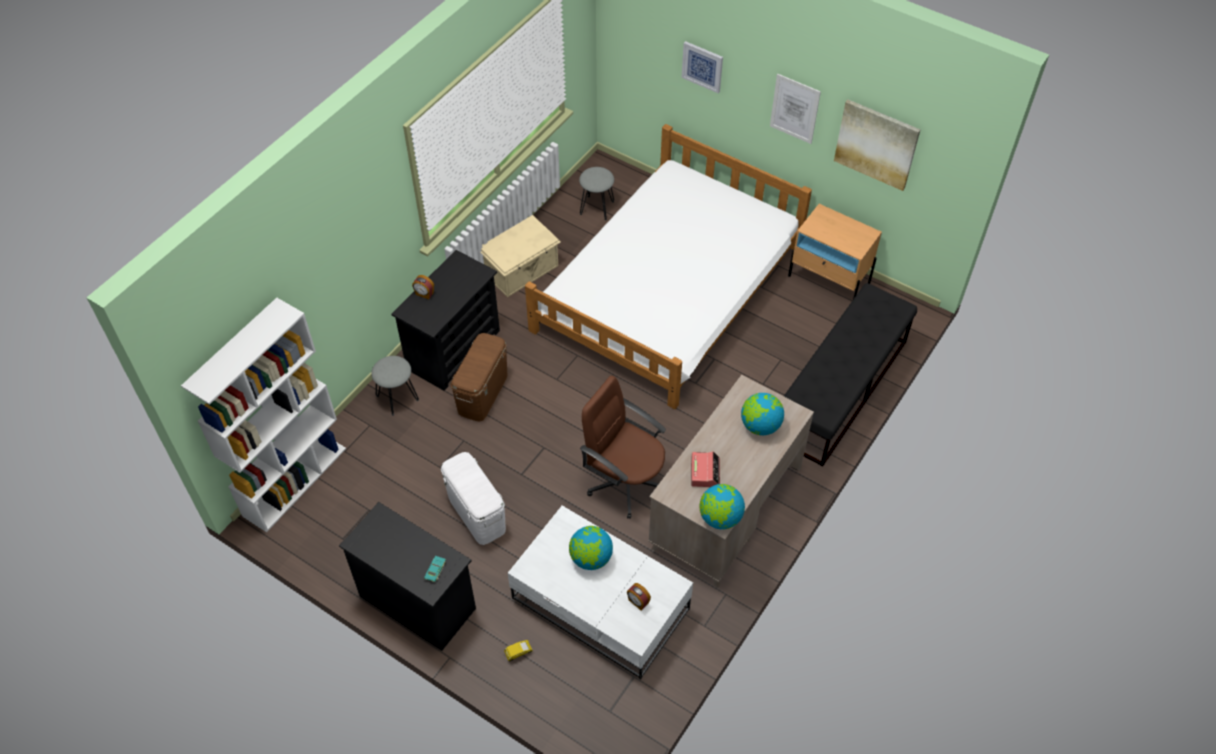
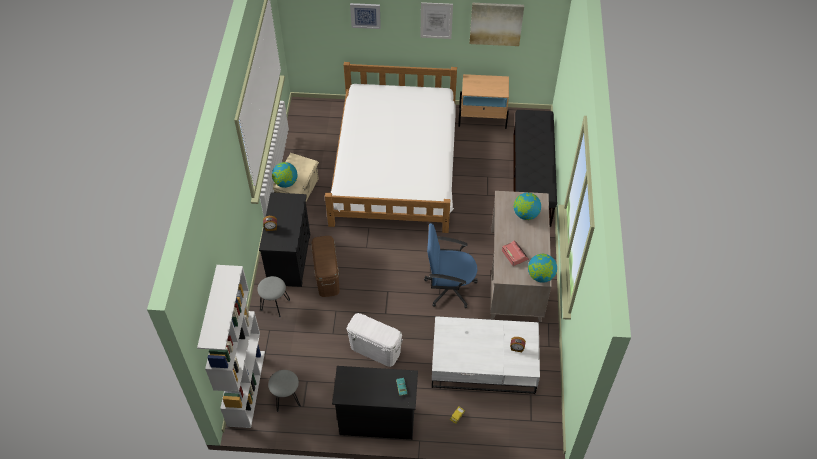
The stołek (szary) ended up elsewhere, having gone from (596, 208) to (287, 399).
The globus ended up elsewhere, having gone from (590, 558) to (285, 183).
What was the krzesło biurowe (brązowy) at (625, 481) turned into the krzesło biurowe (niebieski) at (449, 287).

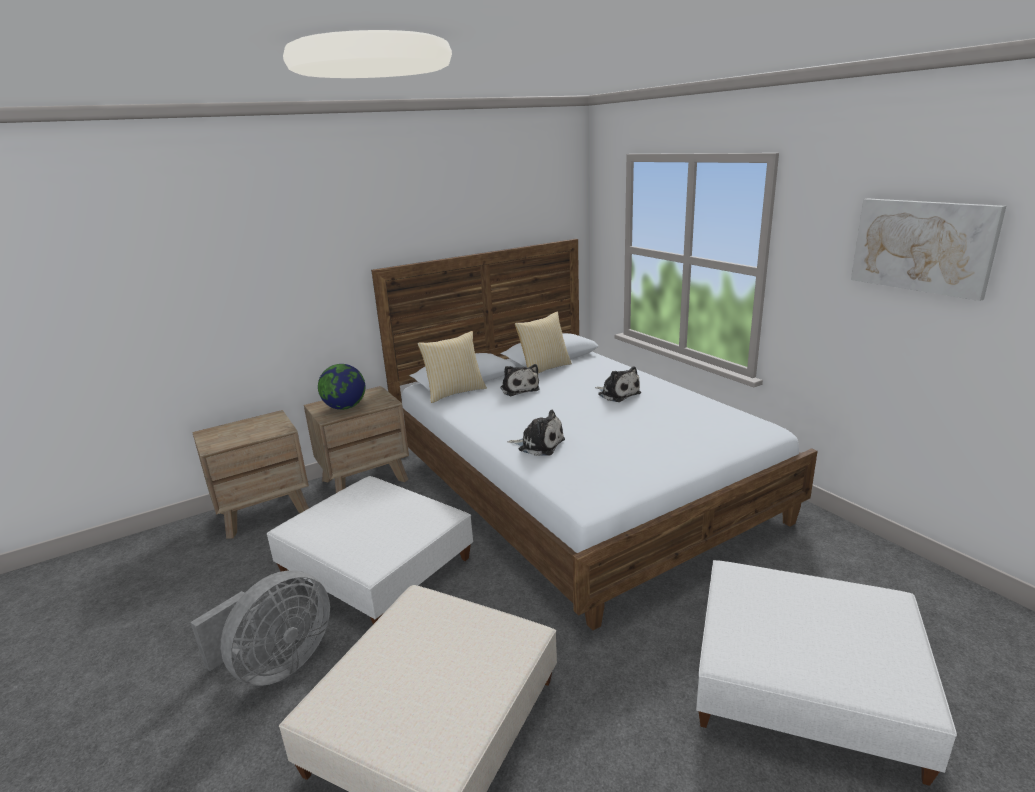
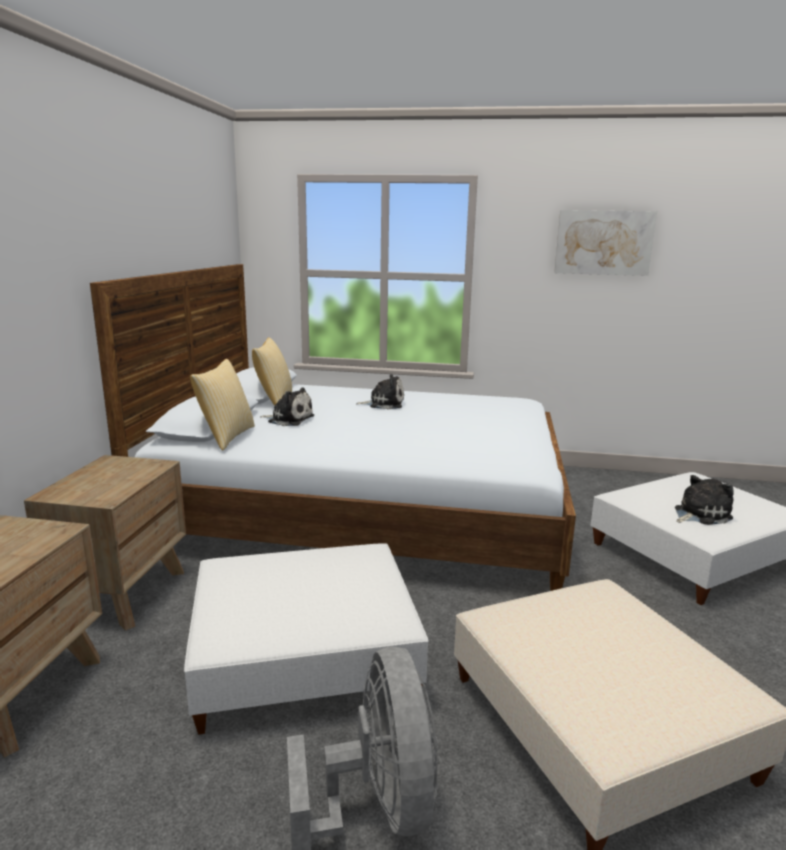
The pluszak ended up elsewhere, having gone from (539, 445) to (699, 514).
The second view lost the globus at (345, 407).

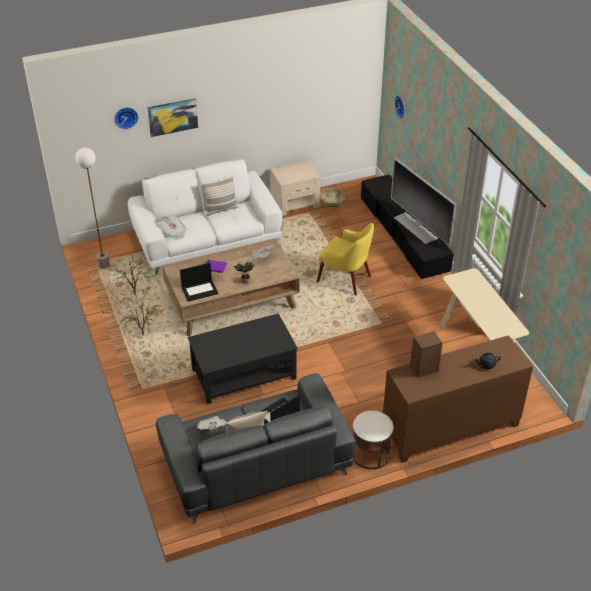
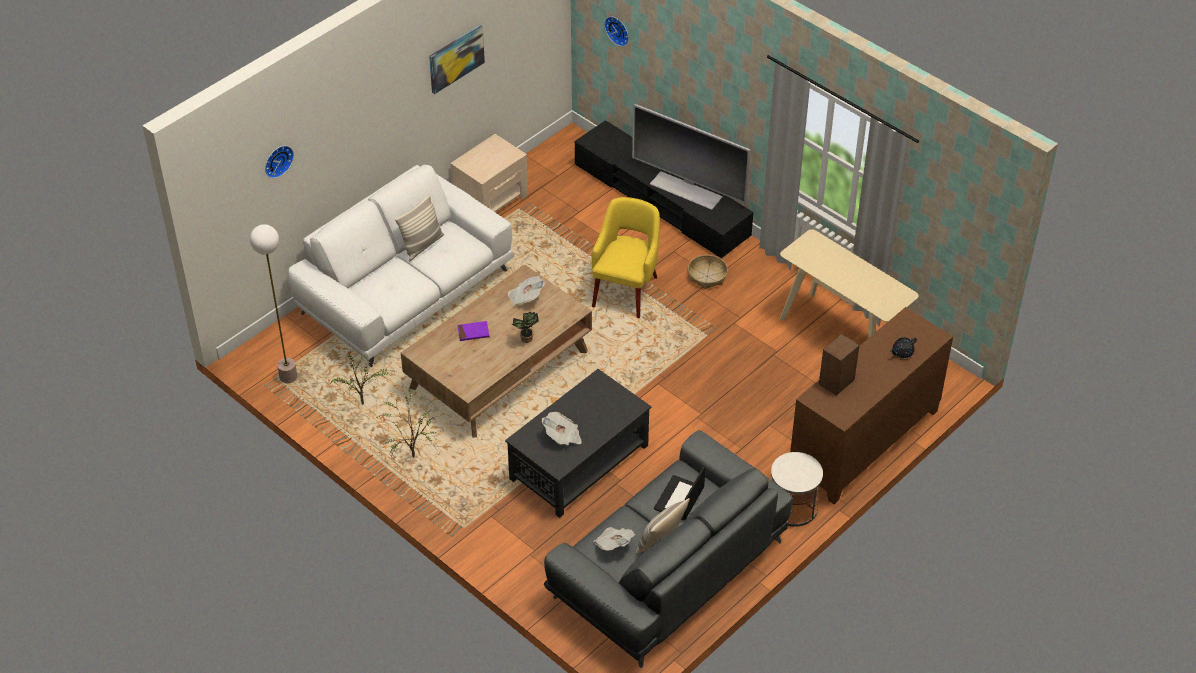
The obraz ended up elsewhere, having gone from (172, 117) to (456, 58).
The gazeta ended up elsewhere, having gone from (174, 232) to (562, 436).
The fotel (żółty) at (345, 279) ended up facing another way, 75 degrees counterclockwise from before.
The koszyk ended up elsewhere, having gone from (332, 201) to (707, 276).
The second view lost the laptop at (200, 290).

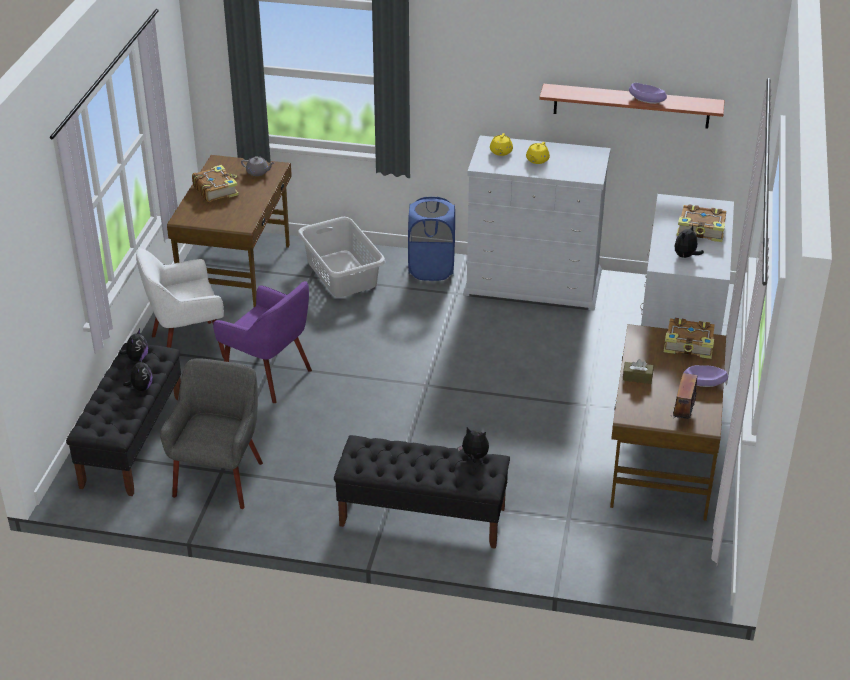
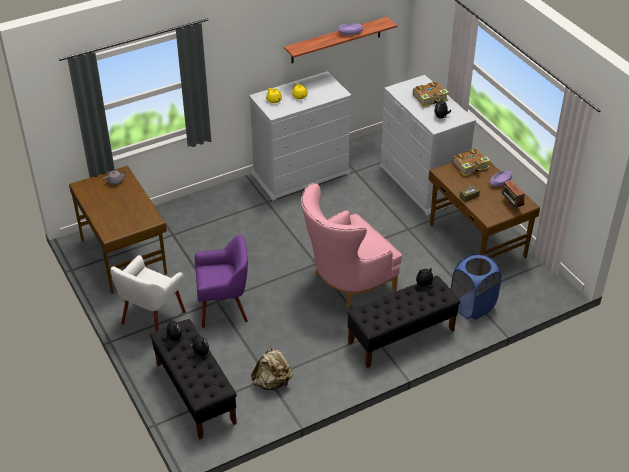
Where the fotel (szary) stood at (220, 478), the plecak (beżowy) came to stand at (272, 382).
The second view gained the fotel (różowy) at (345, 282).
The kosz na pranie (niebieski) ended up elsewhere, having gone from (431, 269) to (472, 306).
The second view lost the książka at (216, 190).
The second view lost the kosz na pranie (szary) at (342, 273).

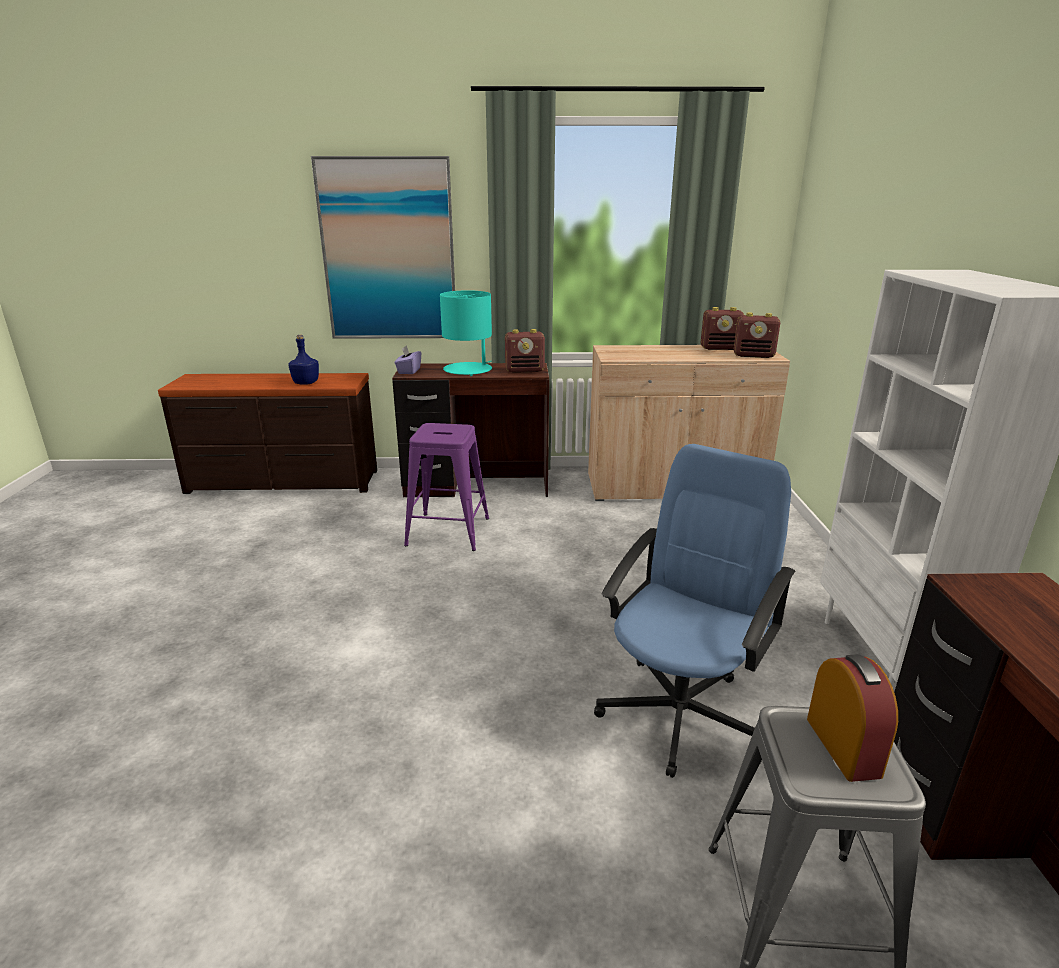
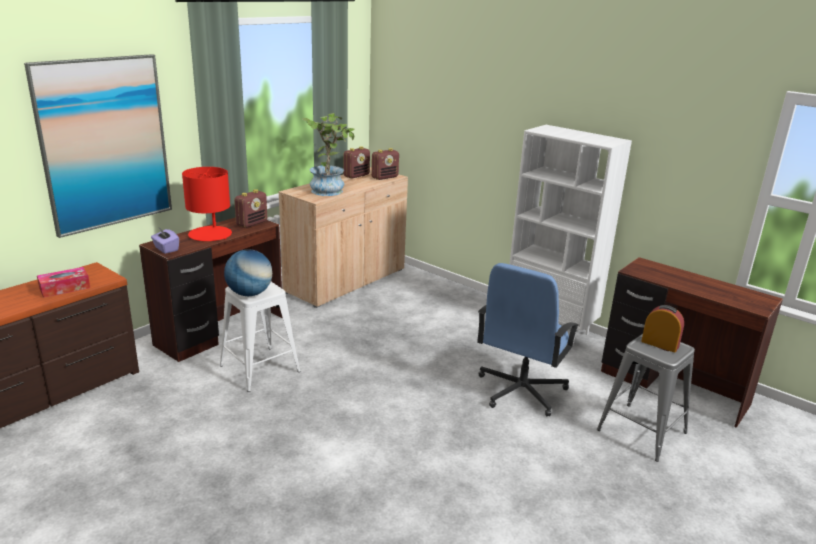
Where the butelka (niebieski) stood at (306, 383), the pudełko chusteczek came to stand at (65, 288).
What was the lampa stołowa (turkusowy) at (468, 370) turned into the lampa stołowa (czerwony) at (210, 234).
What was the stołek (fioletowy) at (448, 531) turned into the stołek (biały) at (260, 368).
The second view gained the globus at (249, 294).
The second view gained the roślina doniczkowa at (330, 189).
The krzesło biurowe (niebieski) at (680, 712) ended up facing another way, 135 degrees counterclockwise from before.

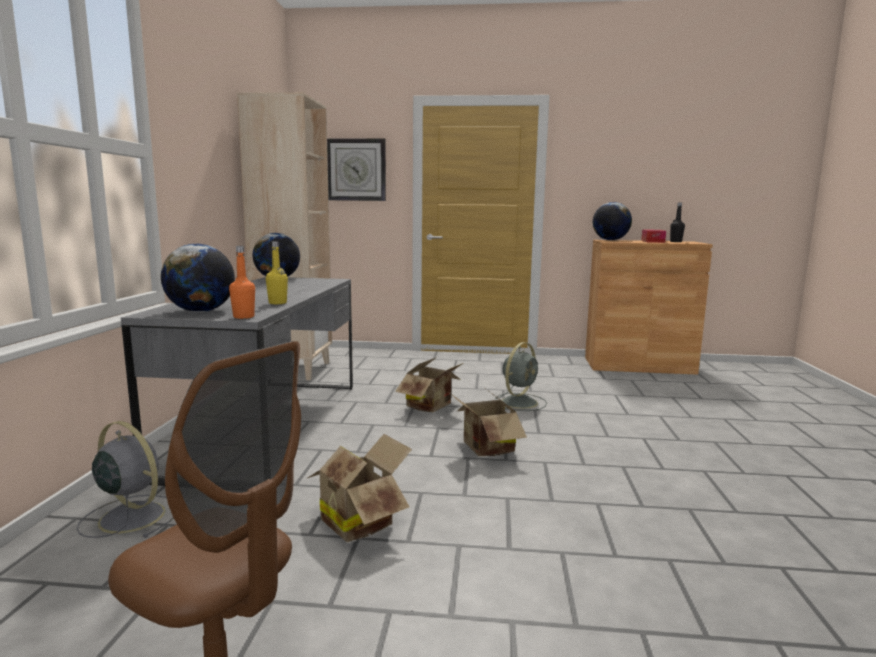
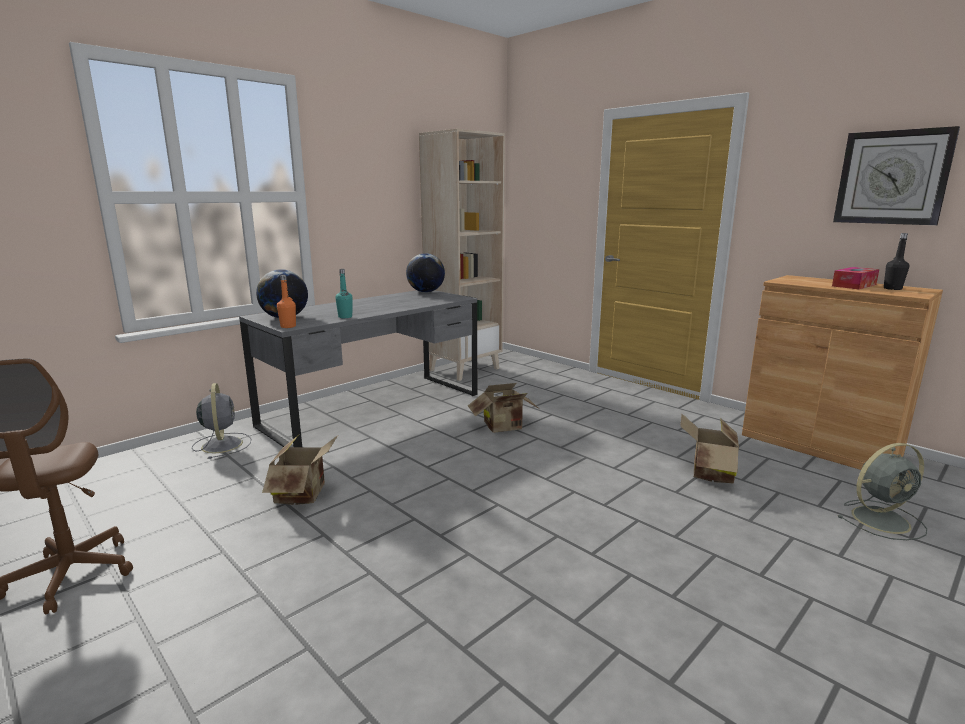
What was the butelka (żółty) at (277, 303) turned into the butelka (turkusowy) at (345, 317).
The karton ended up elsewhere, having gone from (485, 449) to (708, 473).
The zegar ścienny ended up elsewhere, having gone from (356, 170) to (892, 177).
The wentylator (szary) ended up elsewhere, having gone from (520, 402) to (882, 519).
The second view lost the globus at (610, 240).

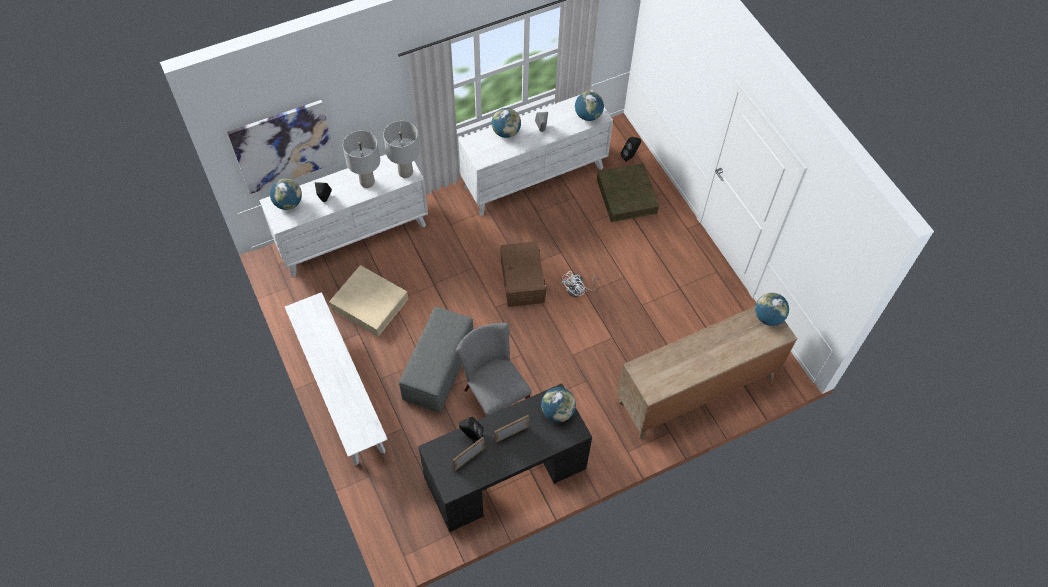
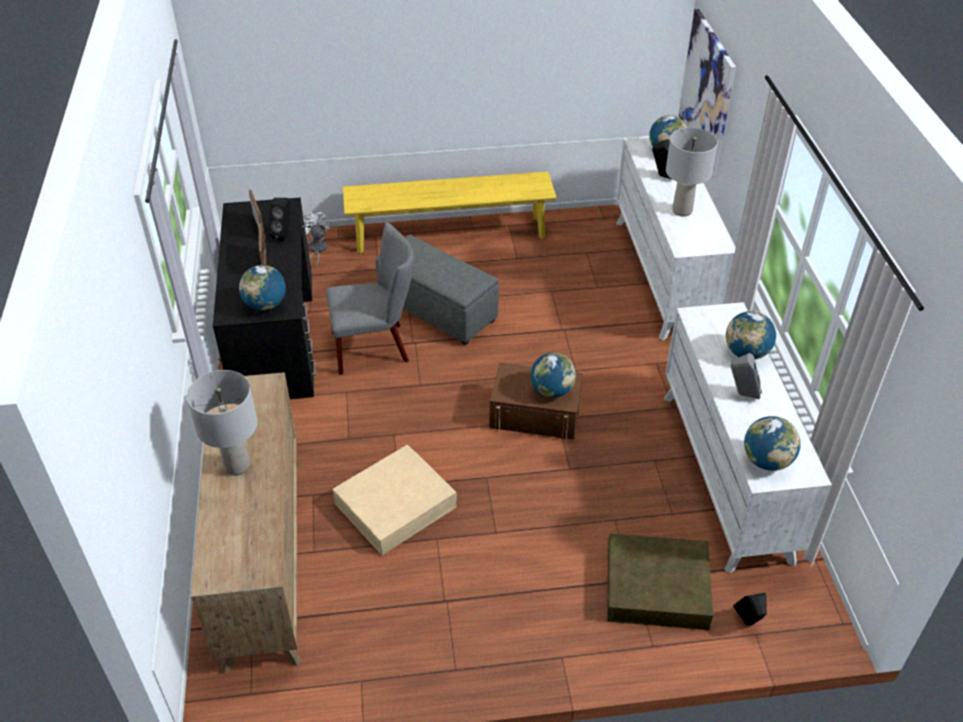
The lampa stołowa (szary) ended up elsewhere, having gone from (406, 172) to (237, 466).
The wentylator (biały) ended up elsewhere, having gone from (578, 291) to (316, 250).
The pojemnik do przechowywania (beżowy) ended up elsewhere, having gone from (370, 304) to (395, 505).
What was the ławka (biały) at (340, 390) turned into the ławka (żółty) at (450, 234).
The globus ended up elsewhere, having gone from (768, 317) to (552, 390).

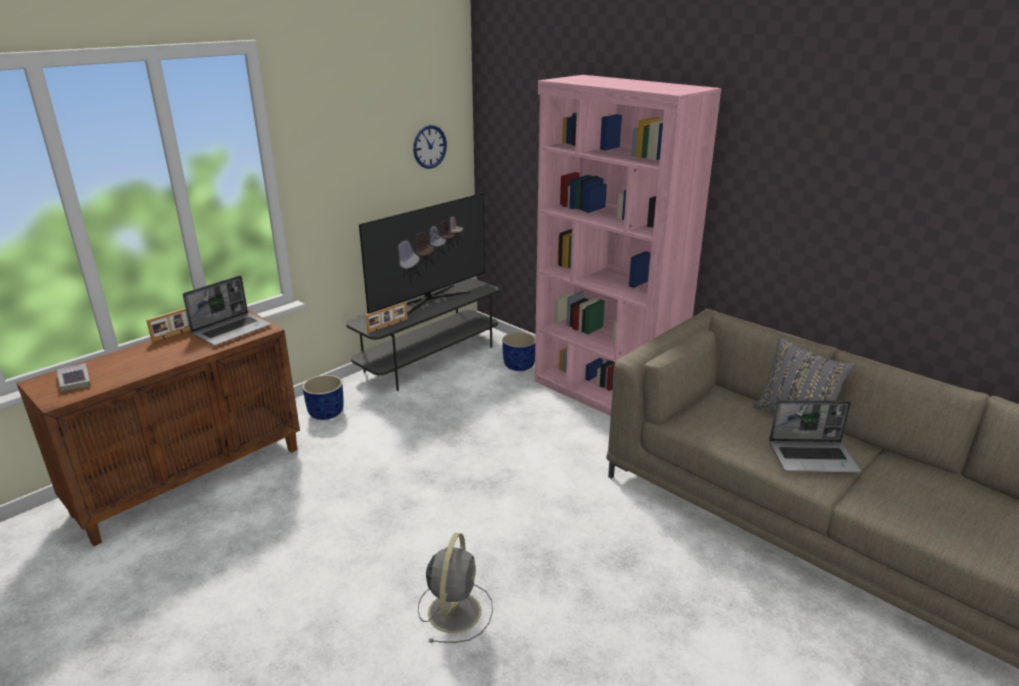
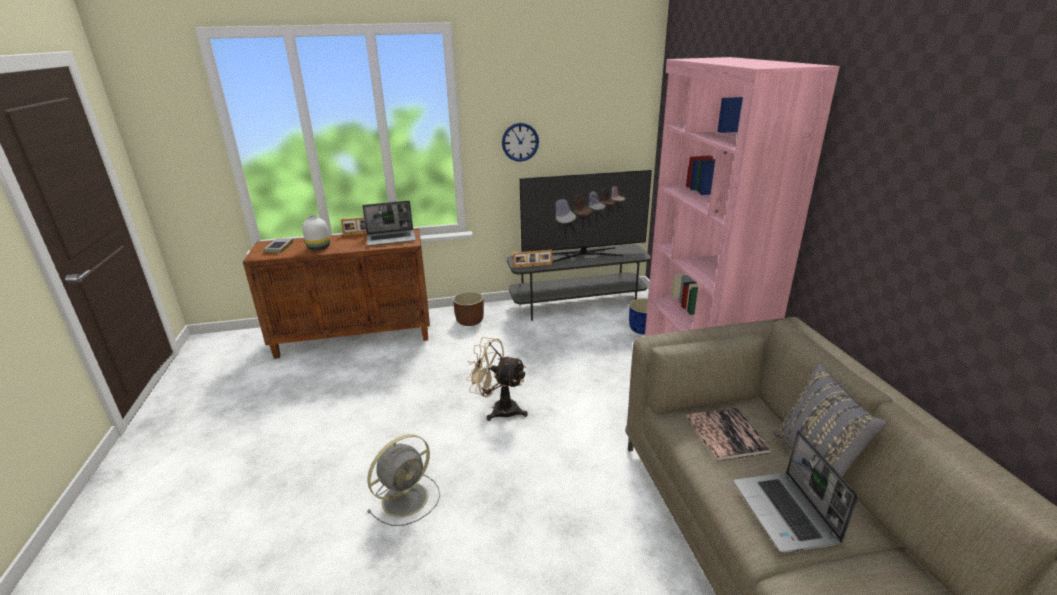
The second view gained the wazon (biały) at (318, 248).
What was the donica (niebieski) at (326, 413) turned into the donica (brązowy) at (470, 321).
The second view gained the wentylator (beżowy) at (499, 409).
The zegar ścienny ended up elsewhere, having gone from (429, 146) to (520, 142).
The second view gained the książka at (726, 434).
The laptop at (813, 457) ended up facing another way, 45 degrees clockwise from before.

